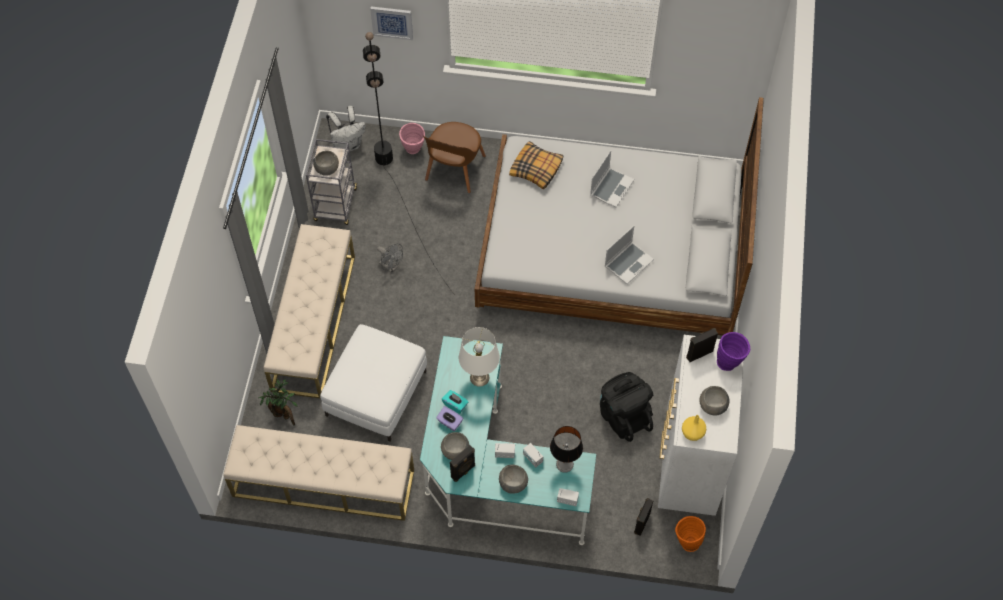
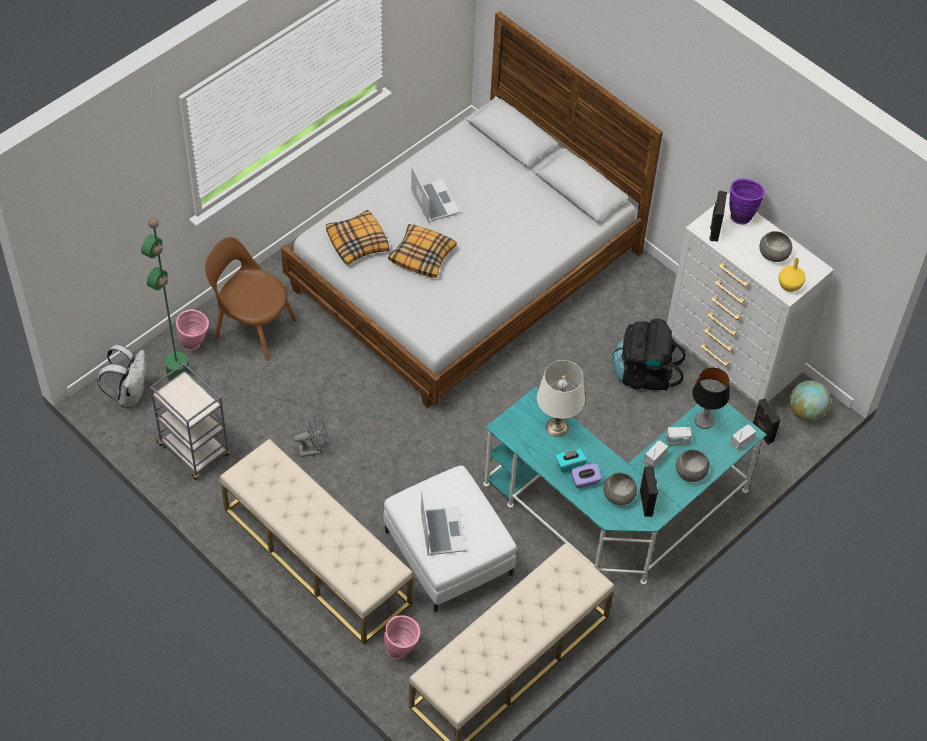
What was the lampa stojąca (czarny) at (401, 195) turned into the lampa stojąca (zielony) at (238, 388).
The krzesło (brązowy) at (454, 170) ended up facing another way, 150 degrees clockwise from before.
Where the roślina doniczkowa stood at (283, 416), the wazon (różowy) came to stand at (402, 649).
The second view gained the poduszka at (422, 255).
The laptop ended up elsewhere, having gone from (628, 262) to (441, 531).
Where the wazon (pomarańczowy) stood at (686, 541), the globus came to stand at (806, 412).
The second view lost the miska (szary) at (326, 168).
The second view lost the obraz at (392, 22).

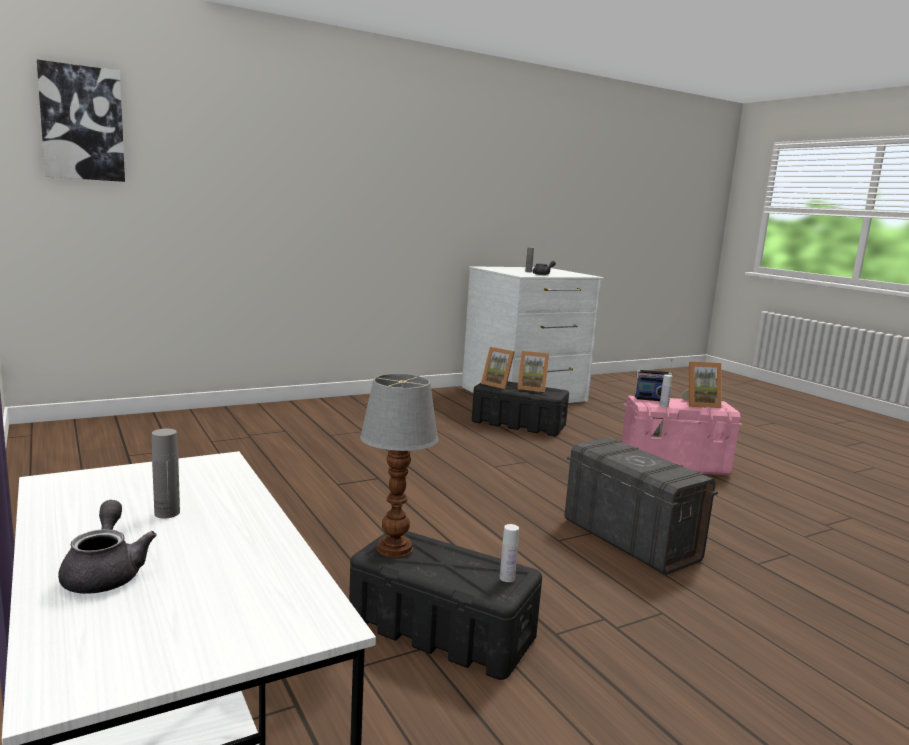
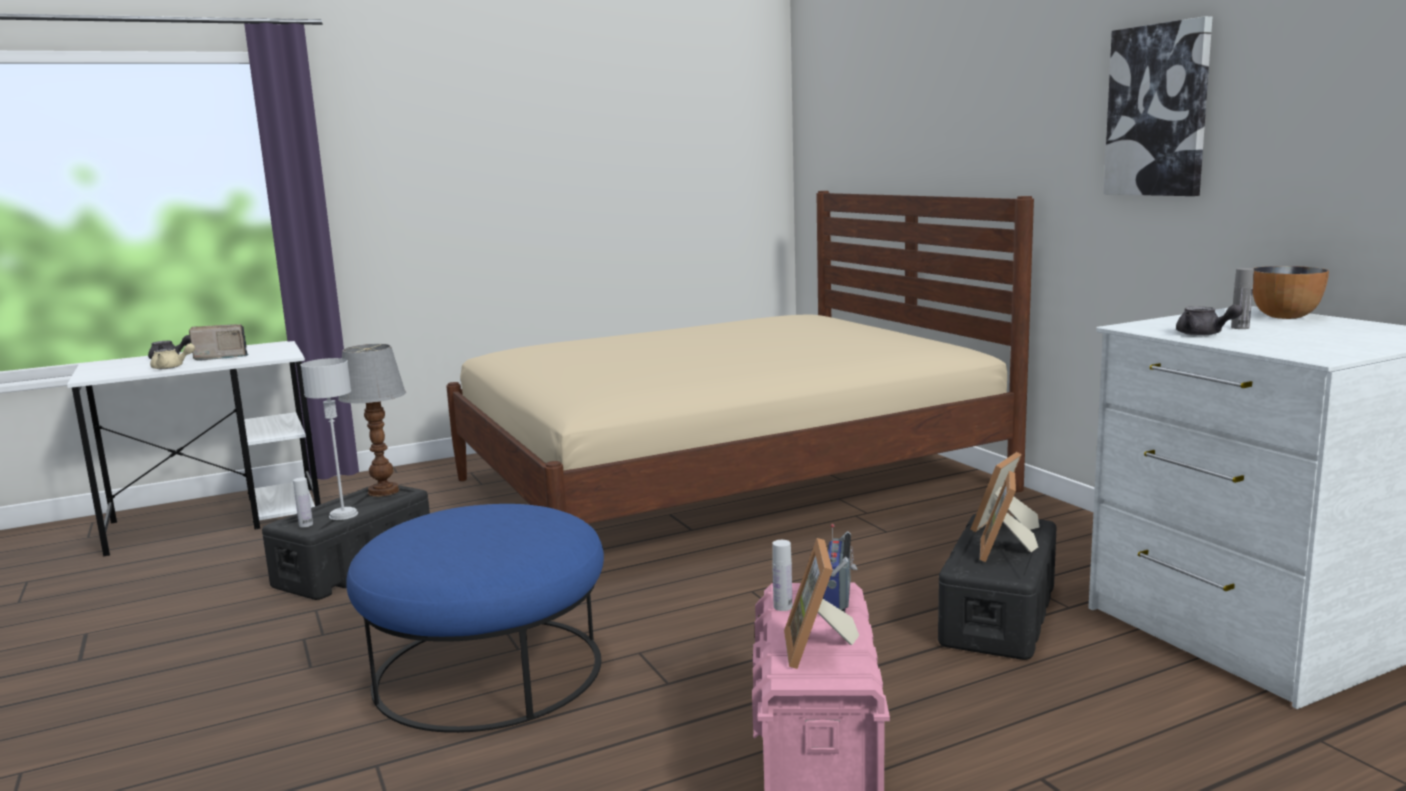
The second view gained the imbryk (beżowy) at (172, 367).
Where the butelka (szary) stood at (167, 513), the radio came to stand at (221, 357).
The second view gained the lampa stołowa (szary) at (343, 515).
Where the pojemnik do przechowywania (szary) stood at (630, 539), the pufa (niebieski) came to stand at (488, 669).
The second view gained the łóżko (beżowy) at (725, 485).
The obraz ended up elsewhere, having gone from (82, 123) to (1158, 110).
The second view gained the miska at (1284, 316).

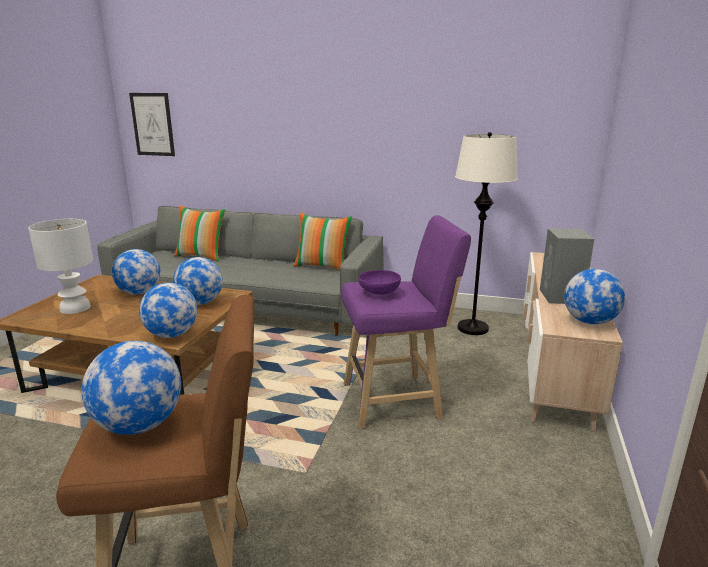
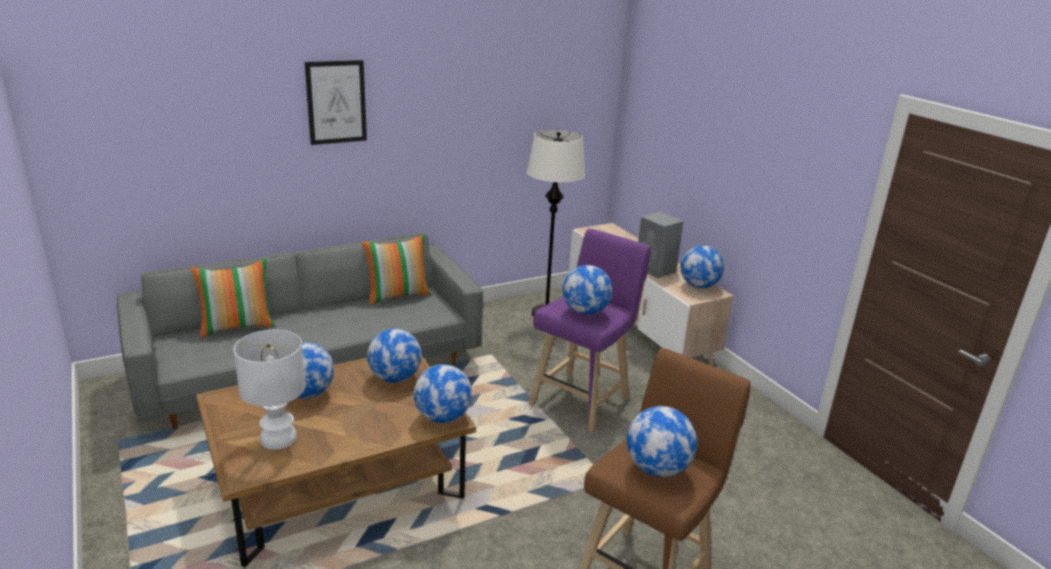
The obraz ended up elsewhere, having gone from (152, 124) to (336, 102).
Where the miska (fioletowy) stood at (379, 293), the globus came to stand at (585, 312).

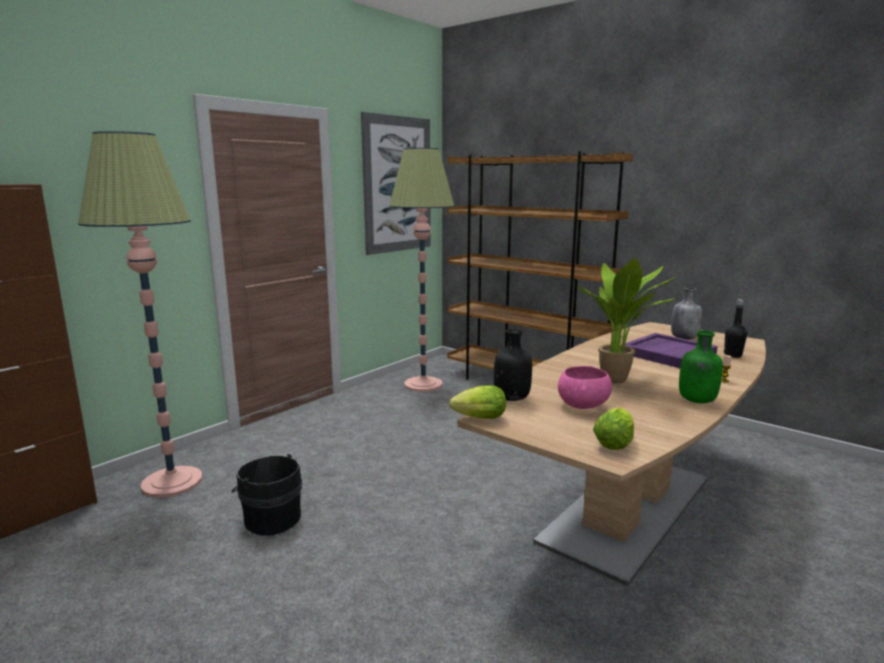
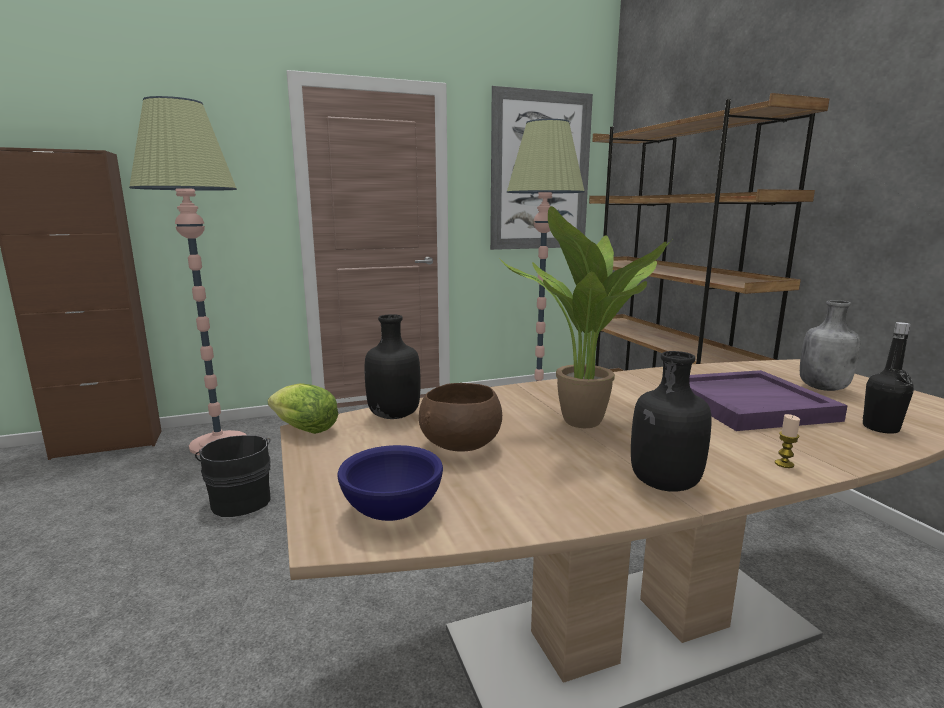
Where the sałata stood at (615, 442), the miska (niebieski) came to stand at (391, 511).
What was the miska (różowy) at (583, 406) turned into the miska (brązowy) at (460, 447).
What was the butelka (zielony) at (696, 401) turned into the butelka (czarny) at (663, 484).

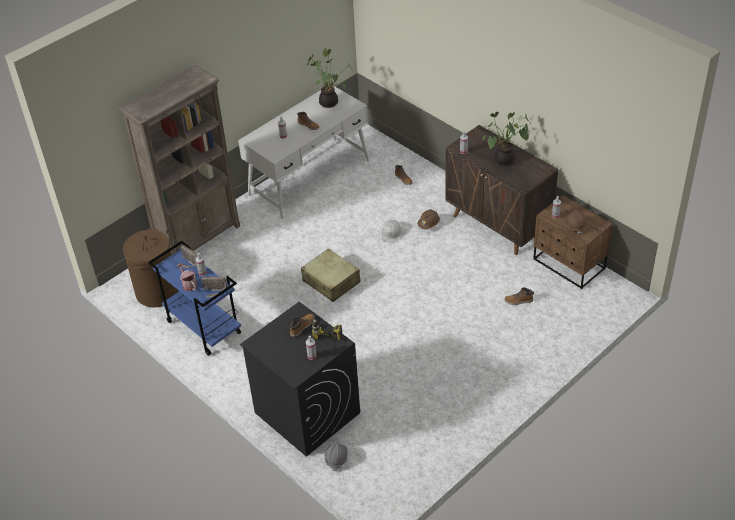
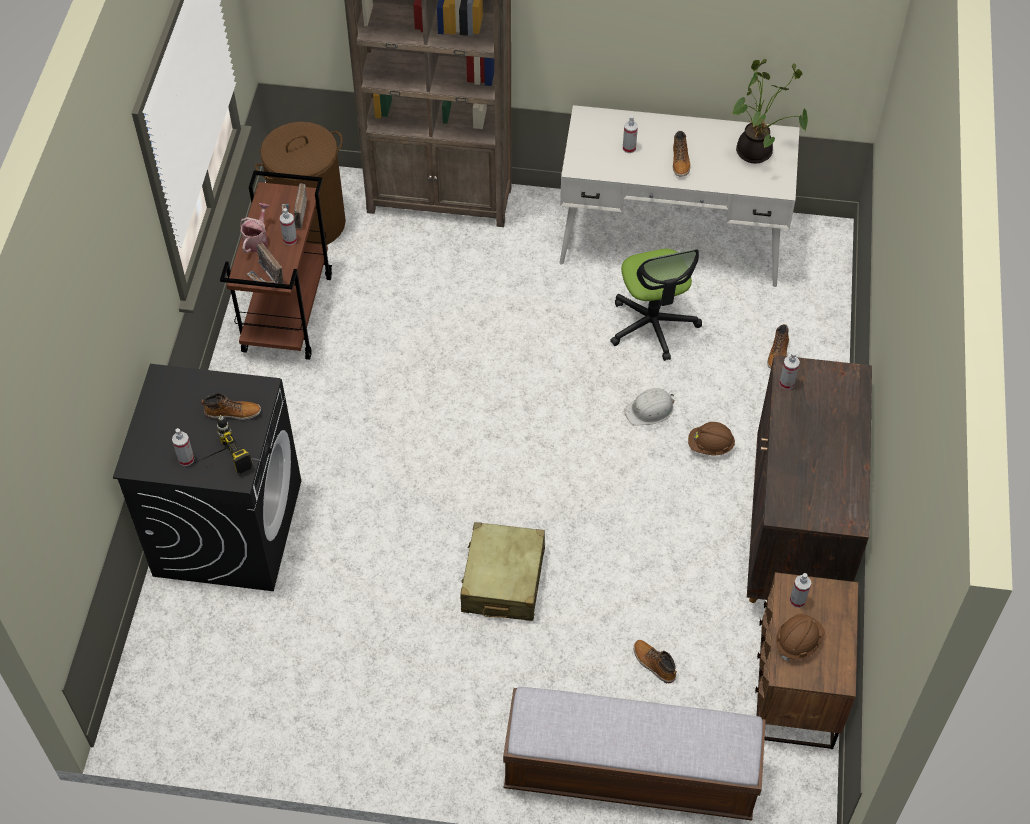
What was the wózek (niebieski) at (202, 327) turned into the wózek (brązowy) at (287, 312).
The walizka (beżowy) ended up elsewhere, having gone from (331, 282) to (503, 581).
The second view gained the ławka at (629, 774).
The second view gained the krzesło biurowe at (653, 325).
The second view lost the kask (szary) at (336, 459).
The second view lost the roślina doniczkowa at (504, 161).

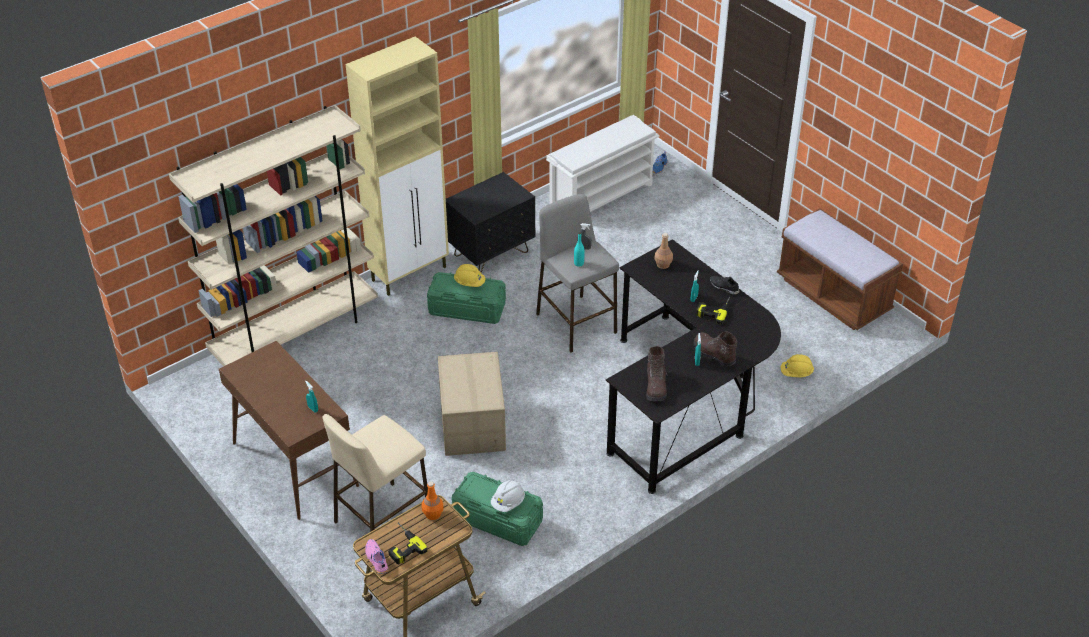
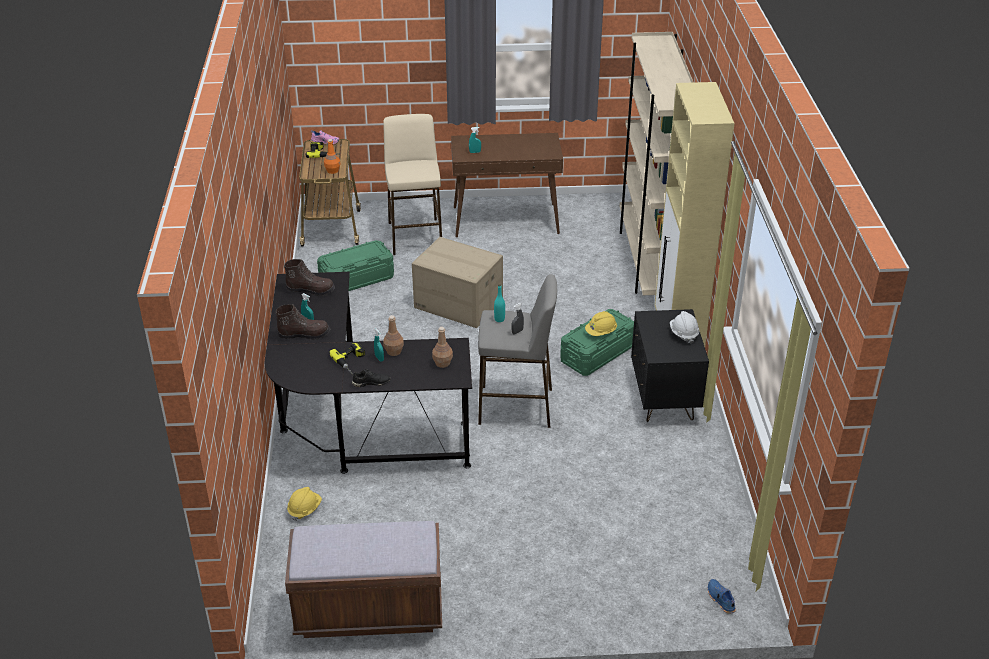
The but z cholewką (brązowy) at (656, 386) ended up facing another way, 150 degrees clockwise from before.
The second view gained the butelka (brązowy) at (393, 351).
The kask (biały) ended up elsewhere, having gone from (508, 503) to (683, 334).
The second view lost the regał na buty (biały) at (601, 195).

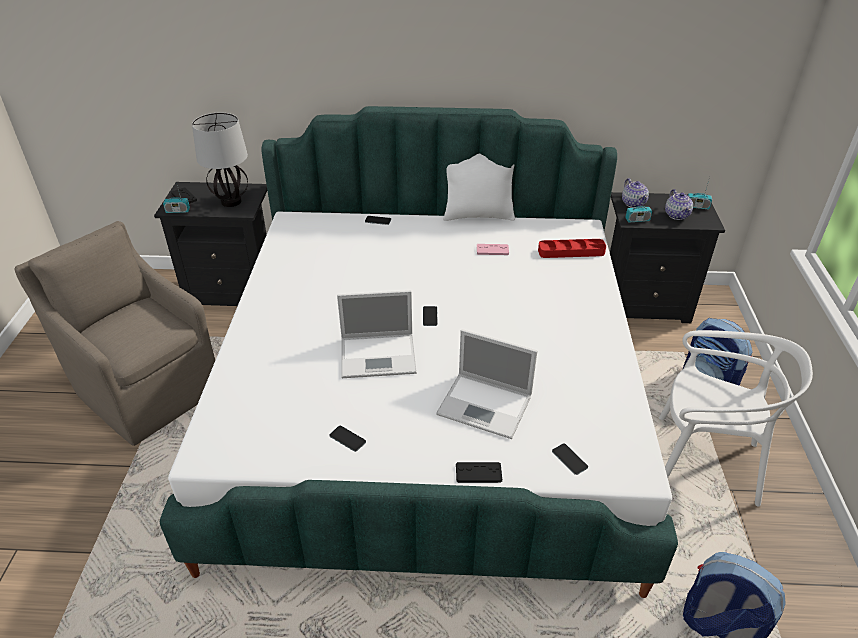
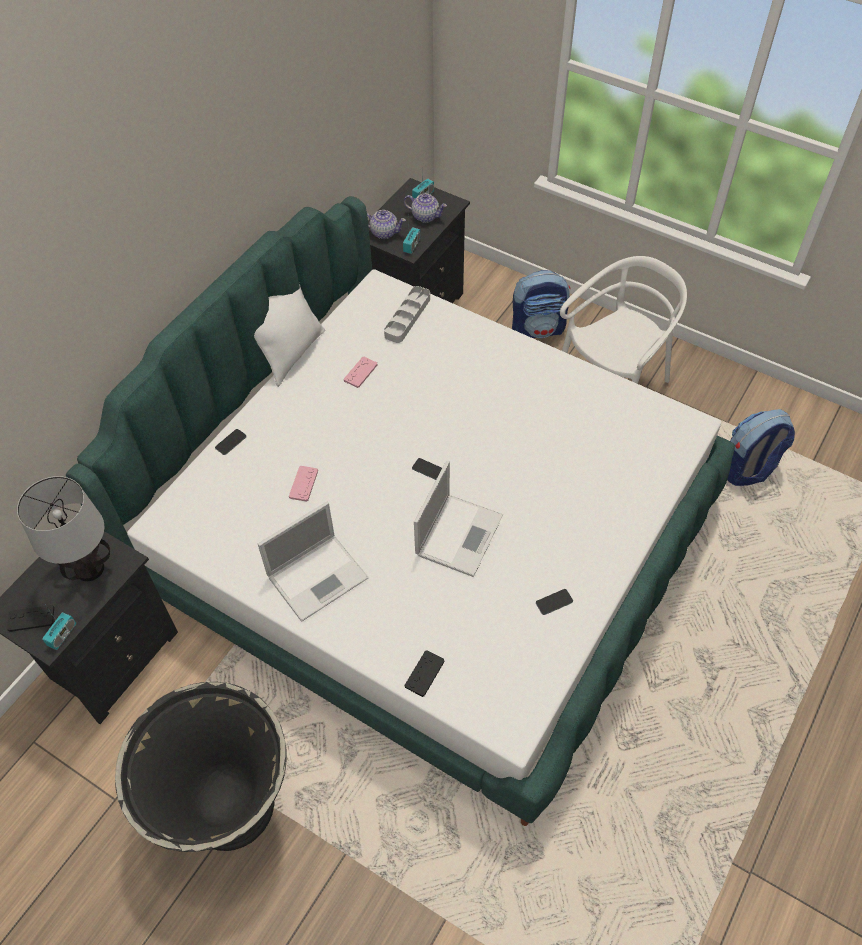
Where the fotel (brązowy) stood at (147, 388), the donica (czarny) came to stand at (228, 807).
The laptop ended up elsewhere, having gone from (486, 405) to (319, 576).
The second view gained the pad do gier (różowy) at (303, 484).
What was the taca (czerwony) at (571, 251) turned into the taca (szary) at (407, 317).
The pad do gier (czarny) ended up elsewhere, having gone from (478, 473) to (424, 673).
The second view lost the telefon at (569, 459).

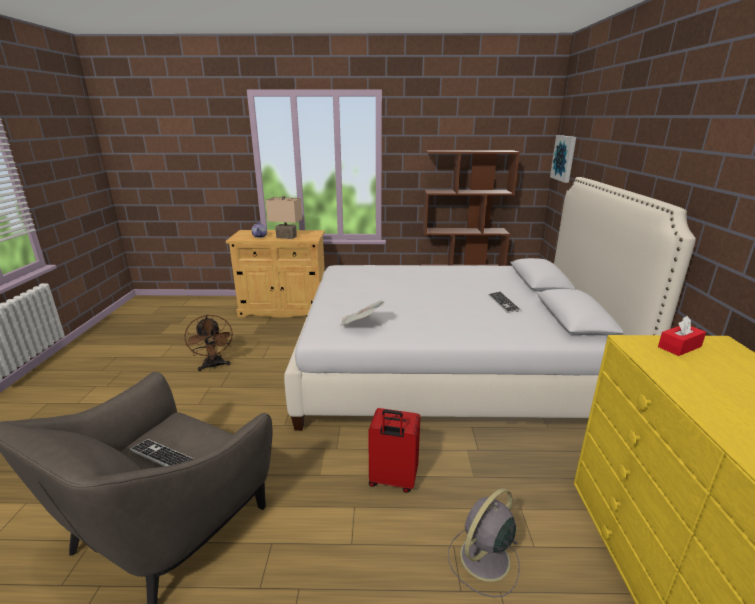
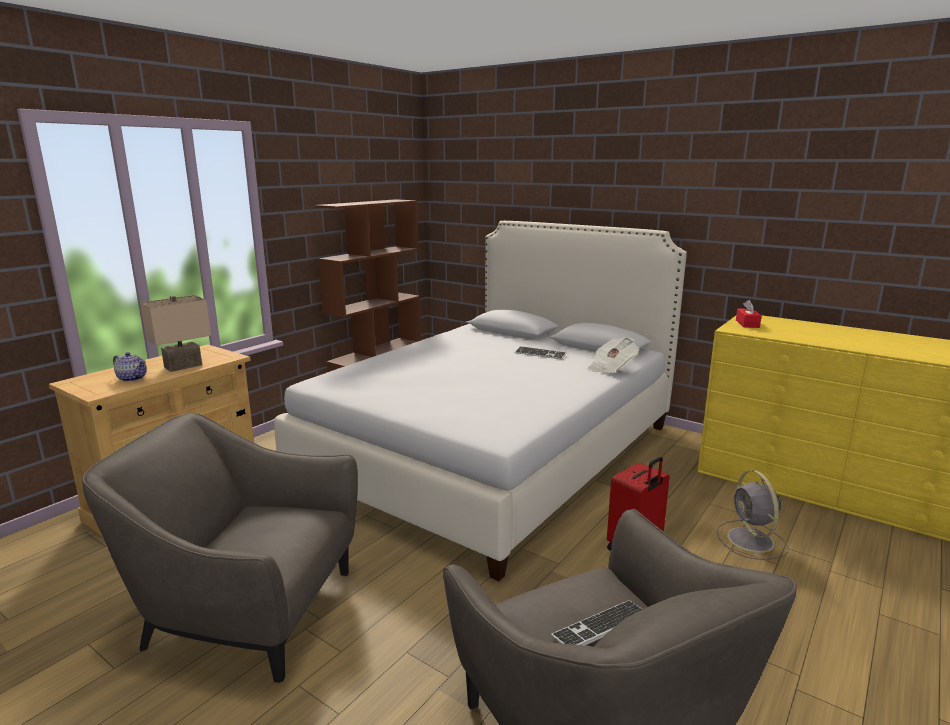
Where the wentylator (brązowy) stood at (214, 366), the fotel (szary) came to stand at (248, 610).
The gazeta ended up elsewhere, having gone from (360, 324) to (611, 368).
The second view lost the obraz at (564, 158).

